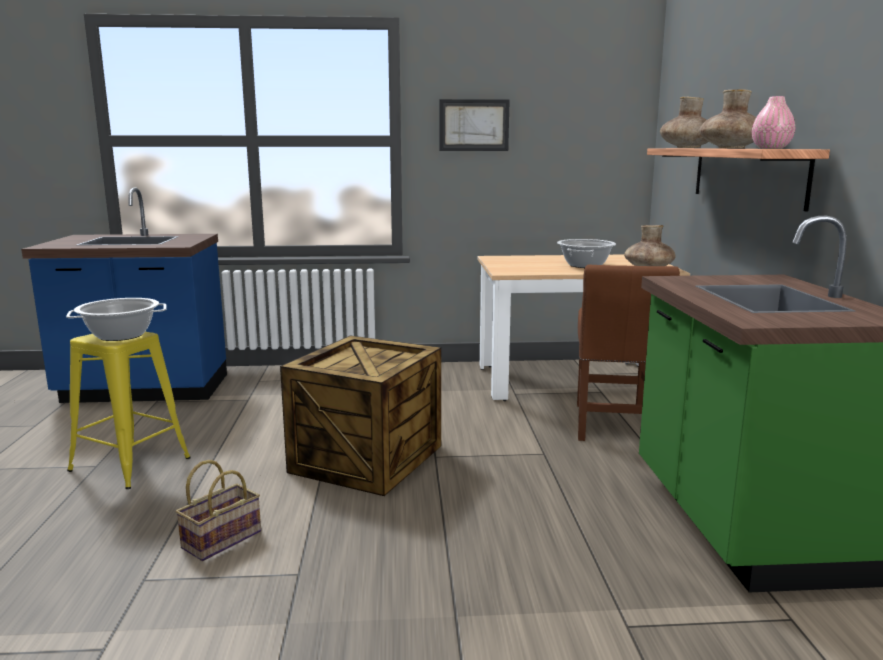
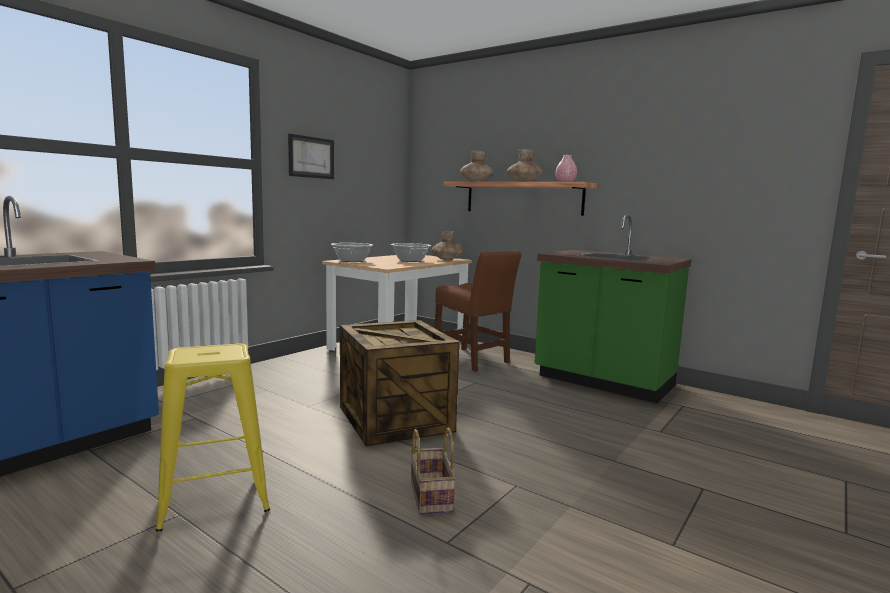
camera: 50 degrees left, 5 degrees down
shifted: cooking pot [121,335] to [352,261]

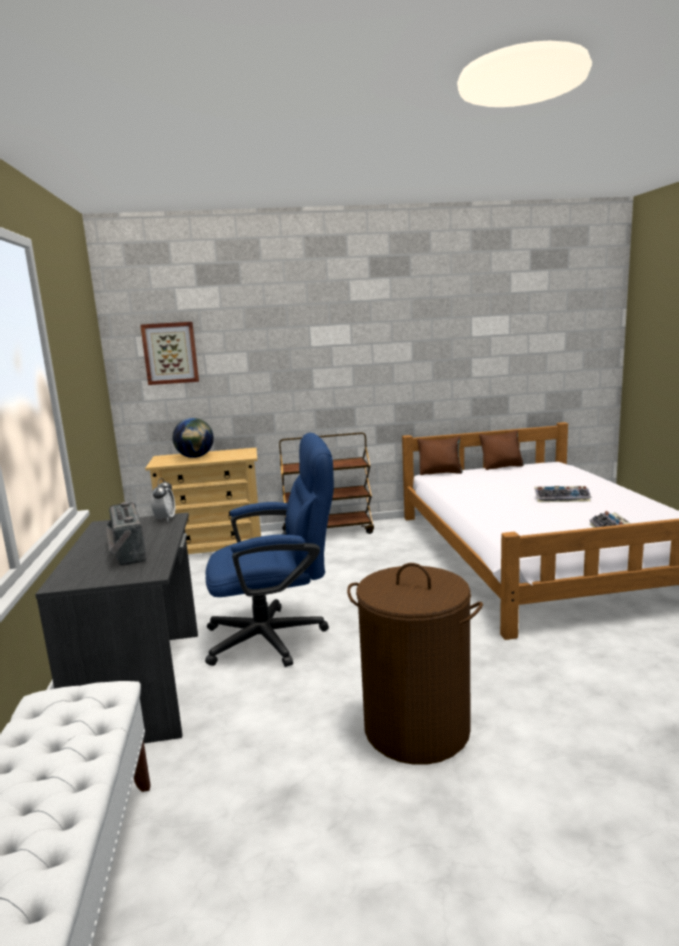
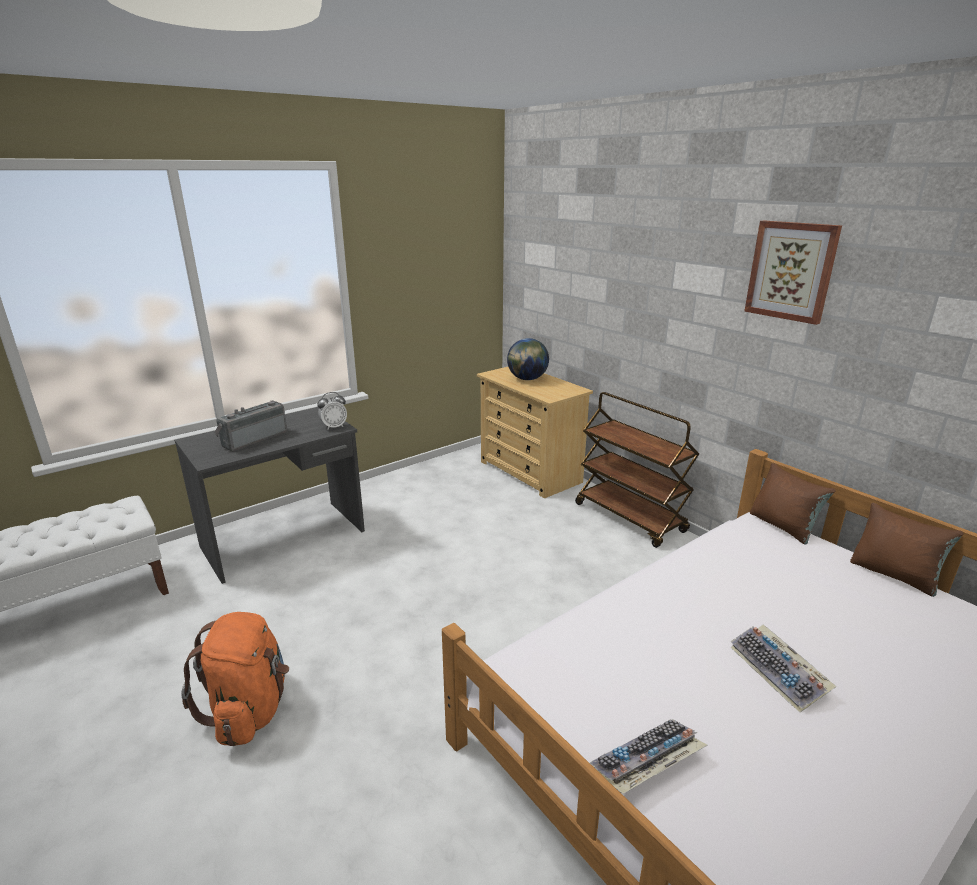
camera: 60 degrees right, 10 degrees up
gone: office chair (blue) [277,637]
shifted: picture [170,353] to [791,271]
swapped: laundry basket (brown) [416,729] to backpack (orange) [249,710]

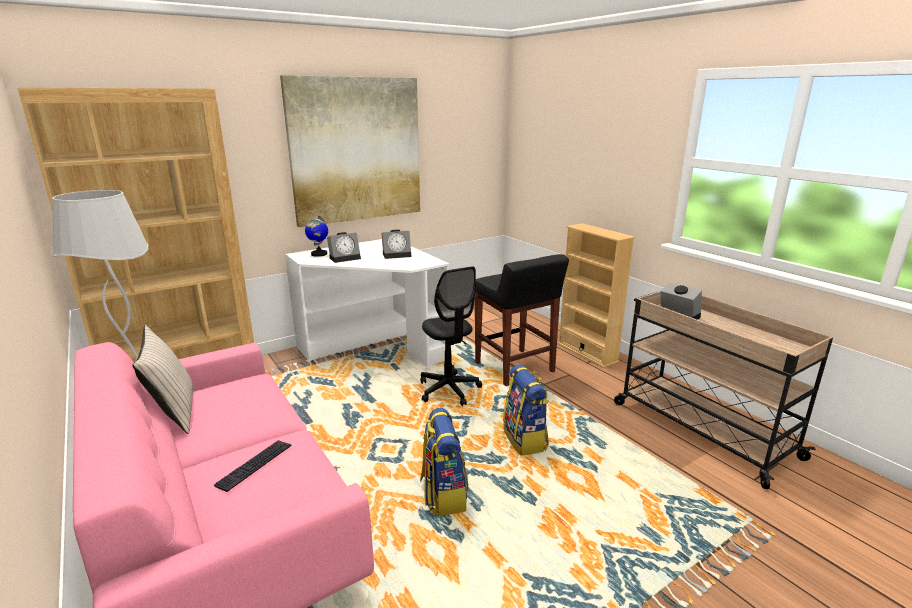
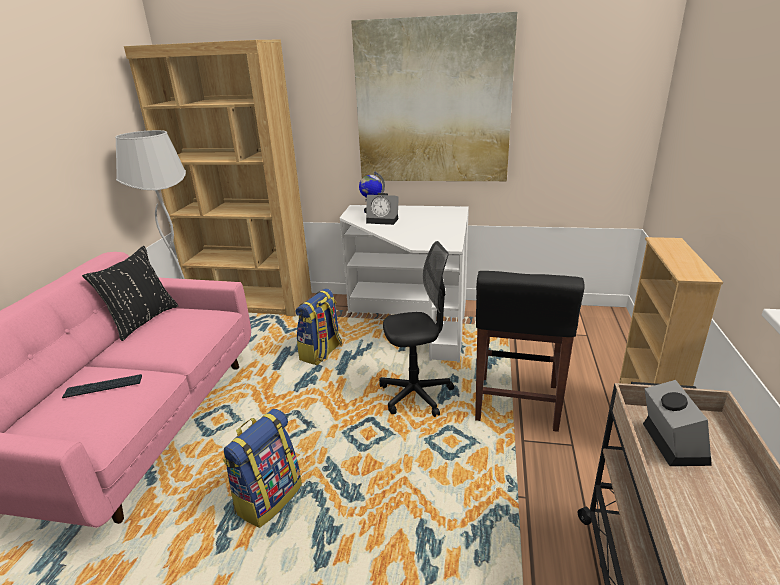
camera: 45 degrees right, 5 degrees up
gone: alarm clock [397,255]
shifted: backpack [525,439] to [321,353]
repainted: pillow (beige) [174,413] to pillow (black) [142,321]
rotated: office chair (black) [449,390] = [416,395] 120 degrees counterclockwise

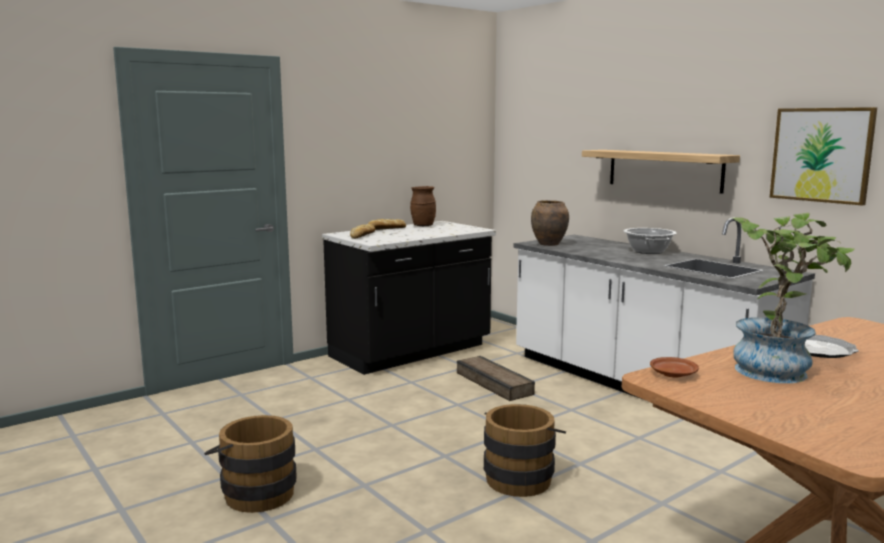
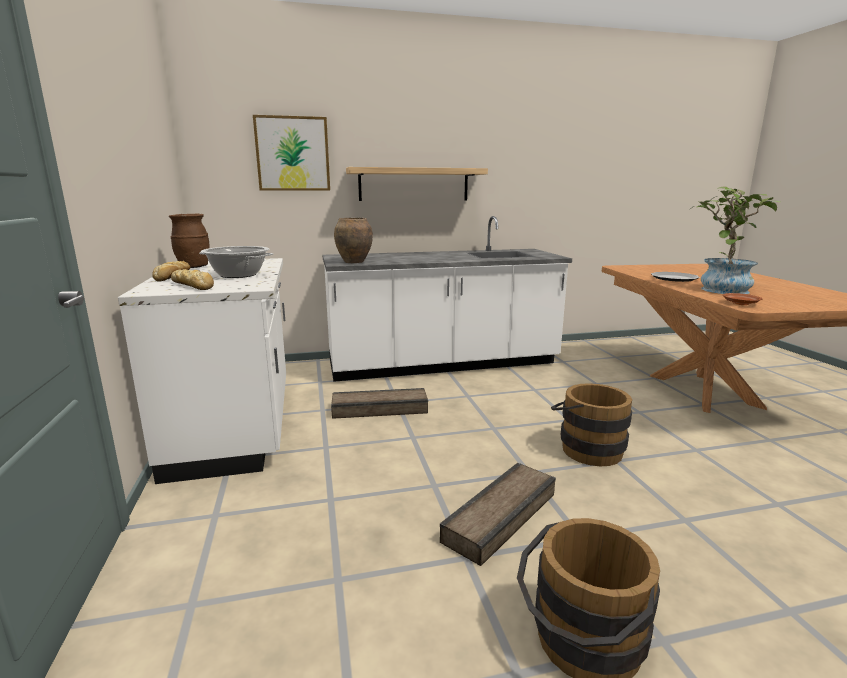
camera: 65 degrees left, 5 degrees up
new: crate [503,517]
shifted: cooking pot [648,251] to [238,275]; picture [821,155] to [292,154]
repainted: counter (black) [411,352] to counter (white) [236,426]

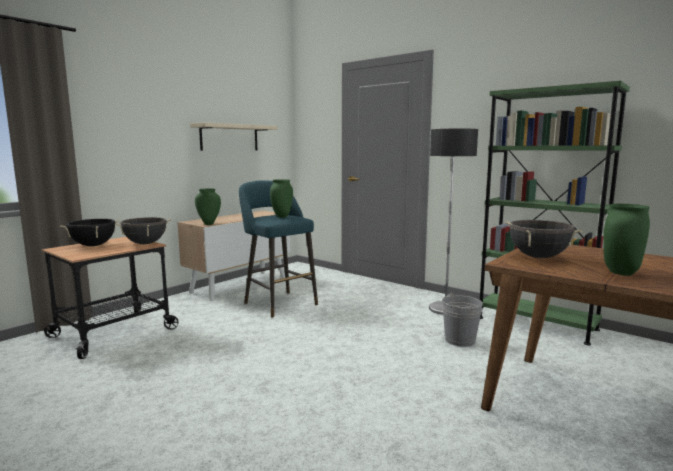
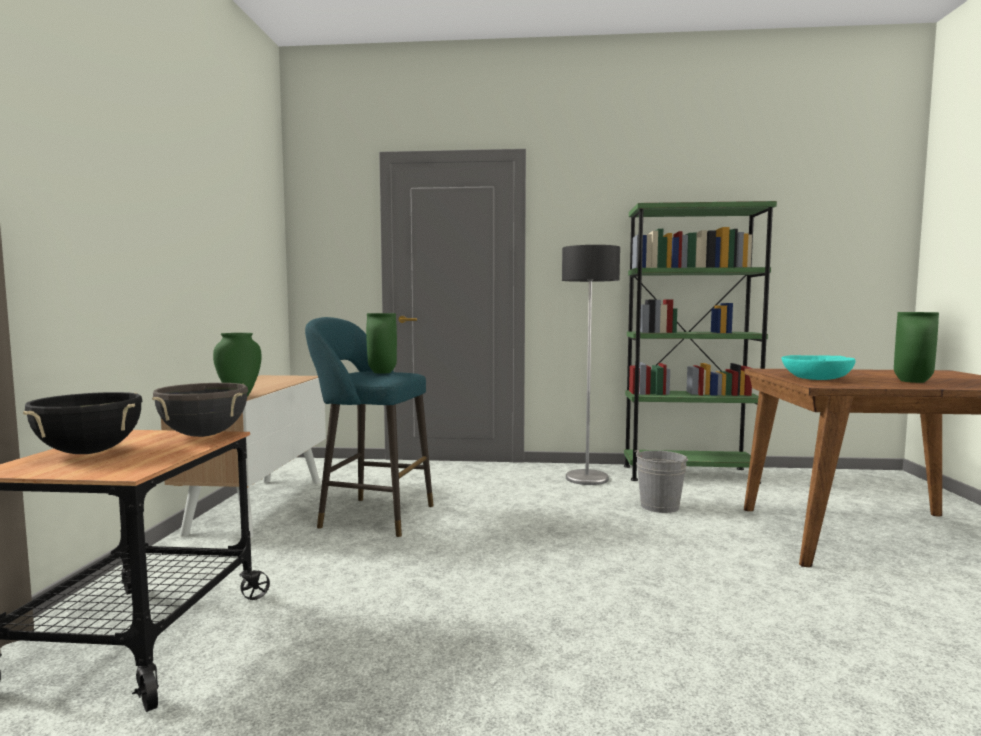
camera: 35 degrees left, 5 degrees down
gone: shelf (beige) [229,137]
swapped: cooking pot (black) [538,257] to bowl (turquoise) [816,378]

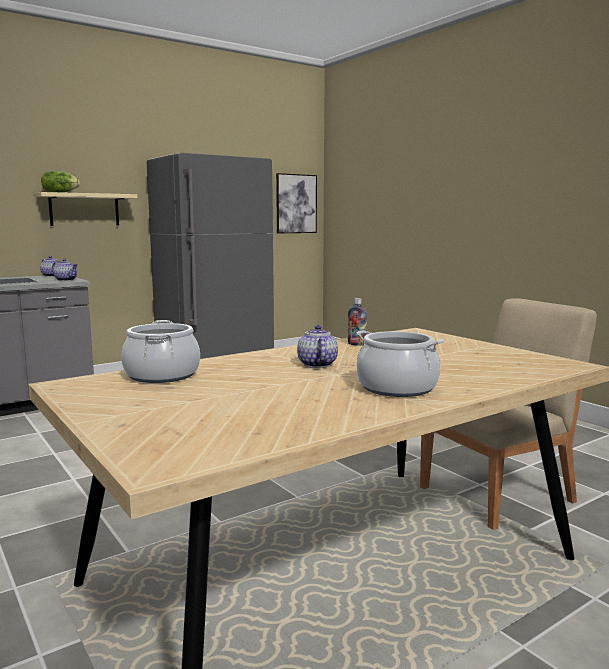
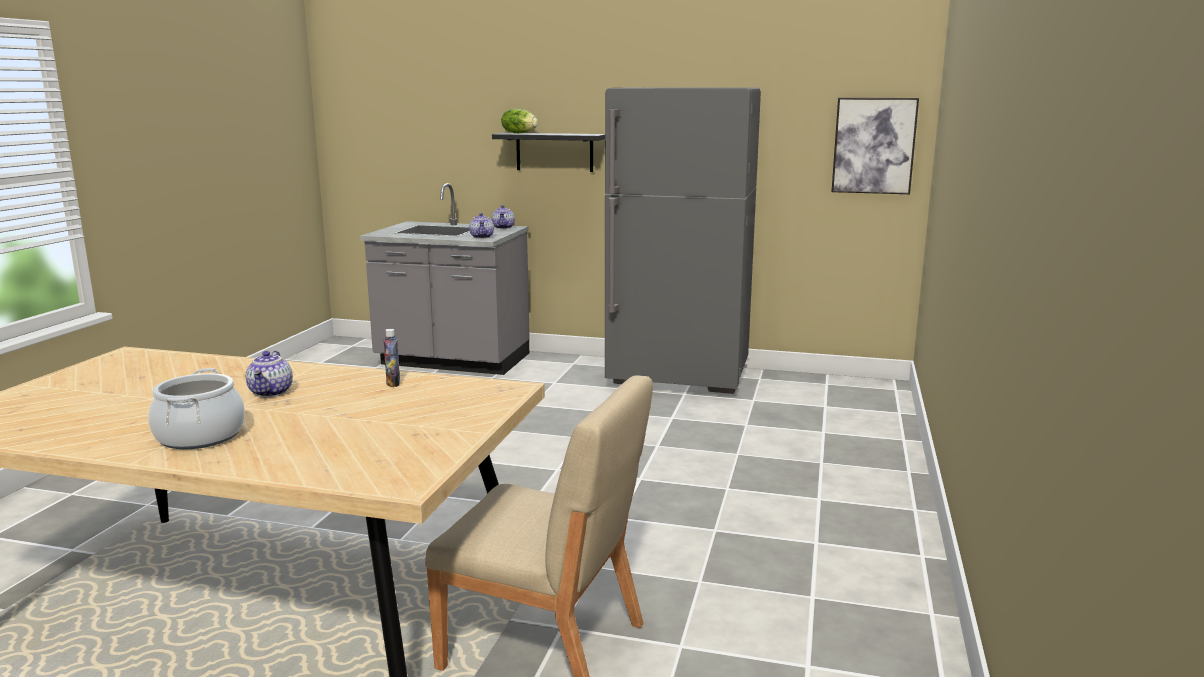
camera: 50 degrees right, 5 degrees up
gone: cooking pot [161,375]
repainted: shelf (beige) [84,210] to shelf (black) [554,152]
rotated: teapot [316,364] = [272,392] 135 degrees clockwise

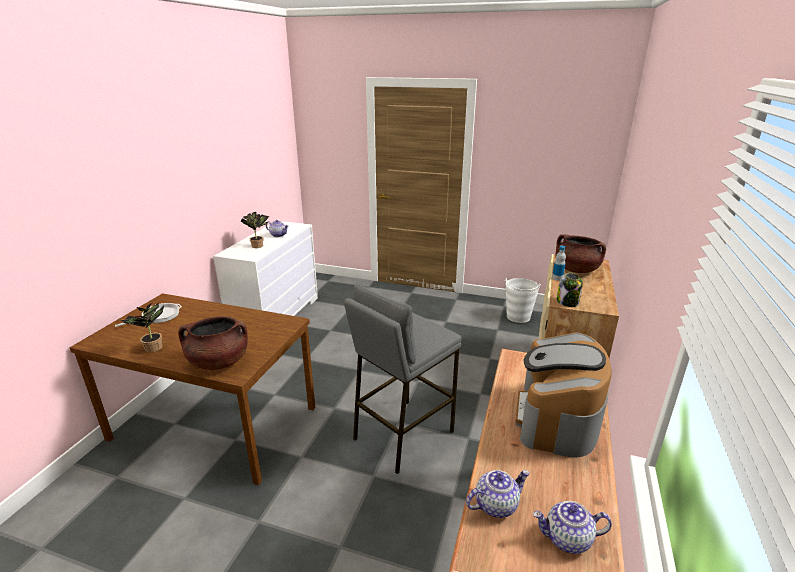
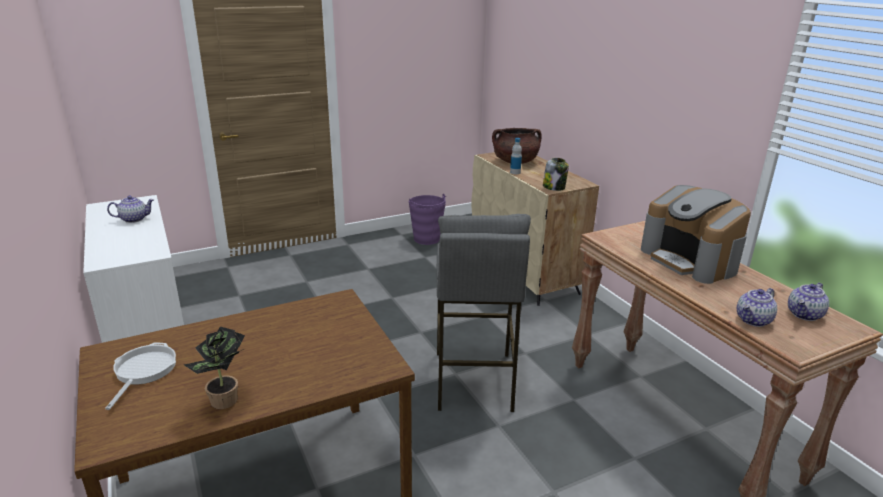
camera: 45 degrees left, 0 degrees up
gone: cooking pot (brown) [218,362]; potted plant [258,245]
repainted: bucket (white) [518,317] to bucket (purple) [426,239]
rotated: teapot [496,504] = [753,320] 150 degrees counterclockwise

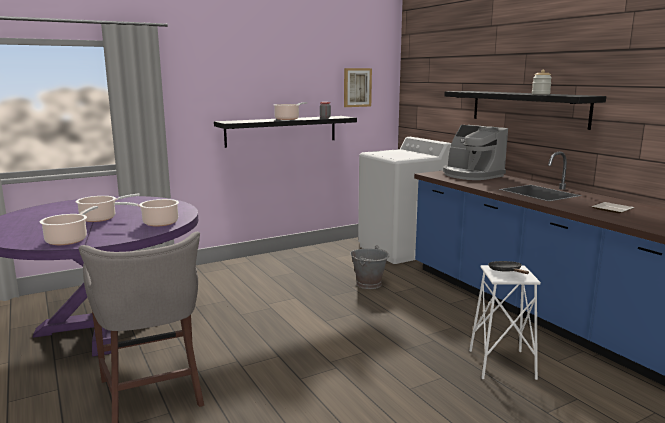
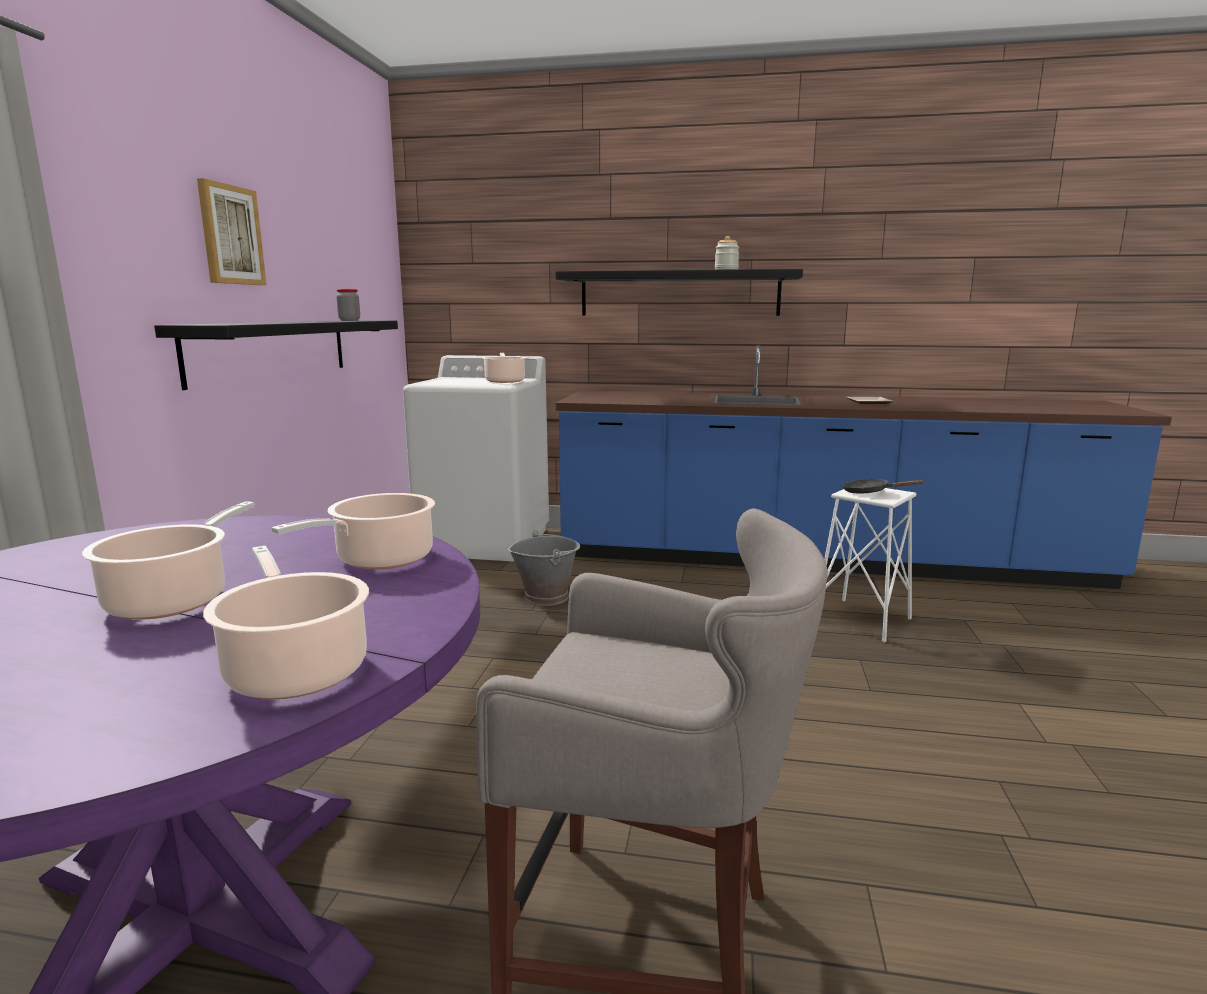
camera: 50 degrees left, 0 degrees up
gone: coffee machine [471,175]
shifted: cooking pot [288,119] to [505,381]; picture [357,87] to [230,235]

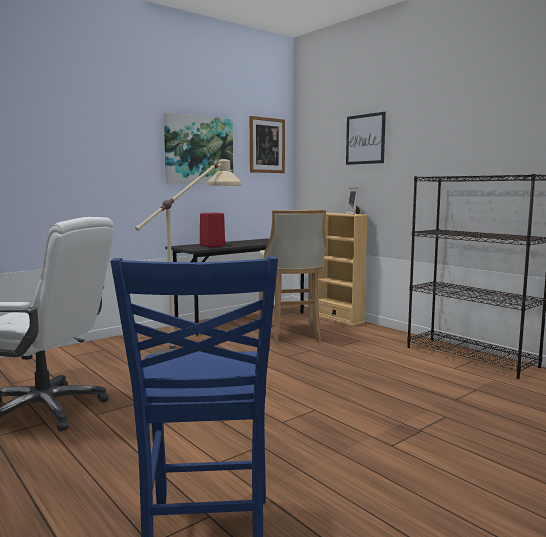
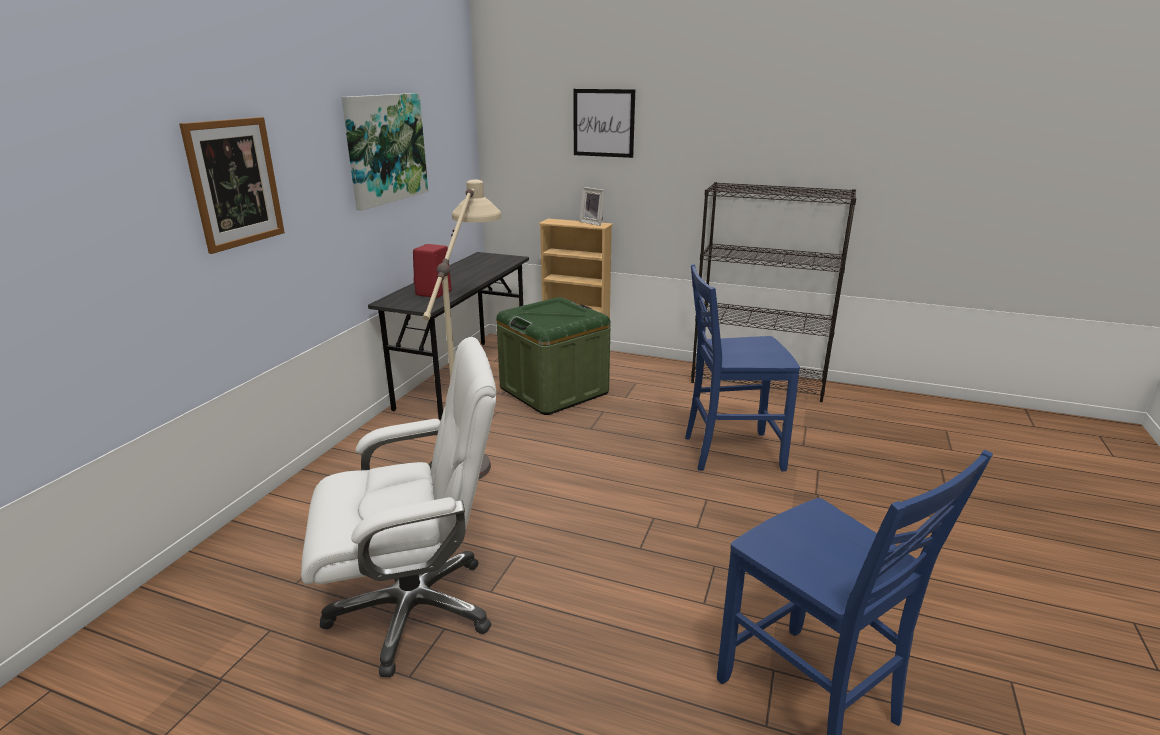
camera: 30 degrees left, 15 degrees up
new: chair (blue) [730,452]
shifted: picture [267,145] to [235,183]
swapped: stool (beige) [291,334] to storage box (green) [554,390]

